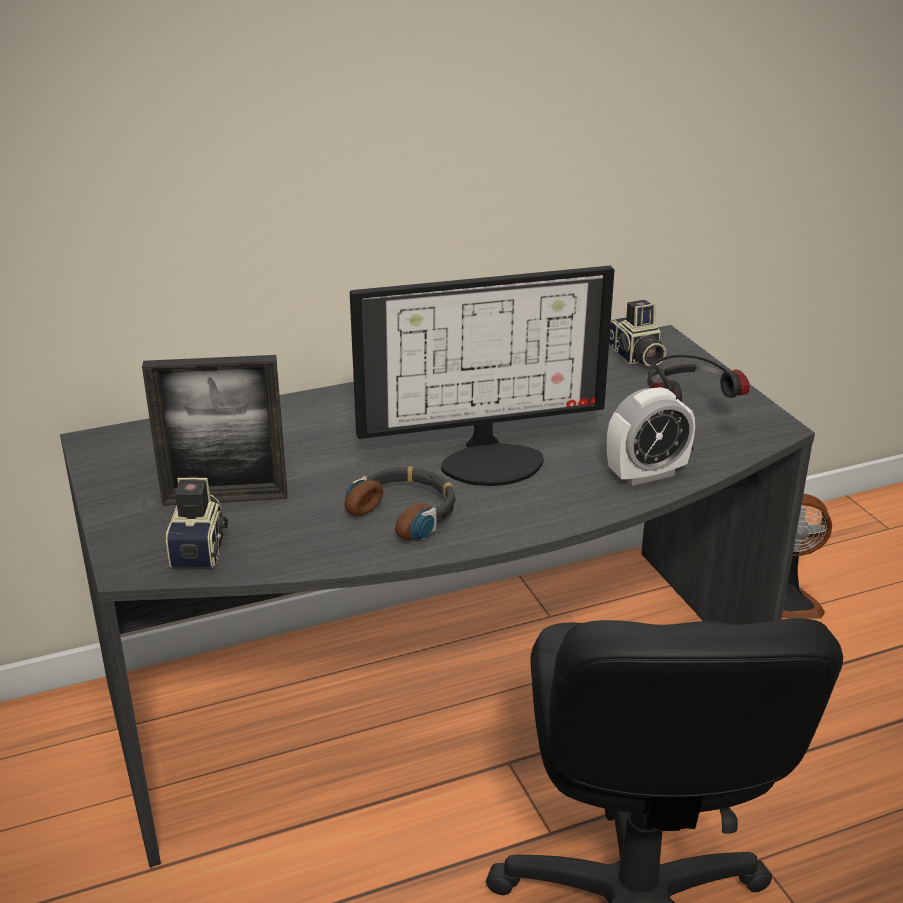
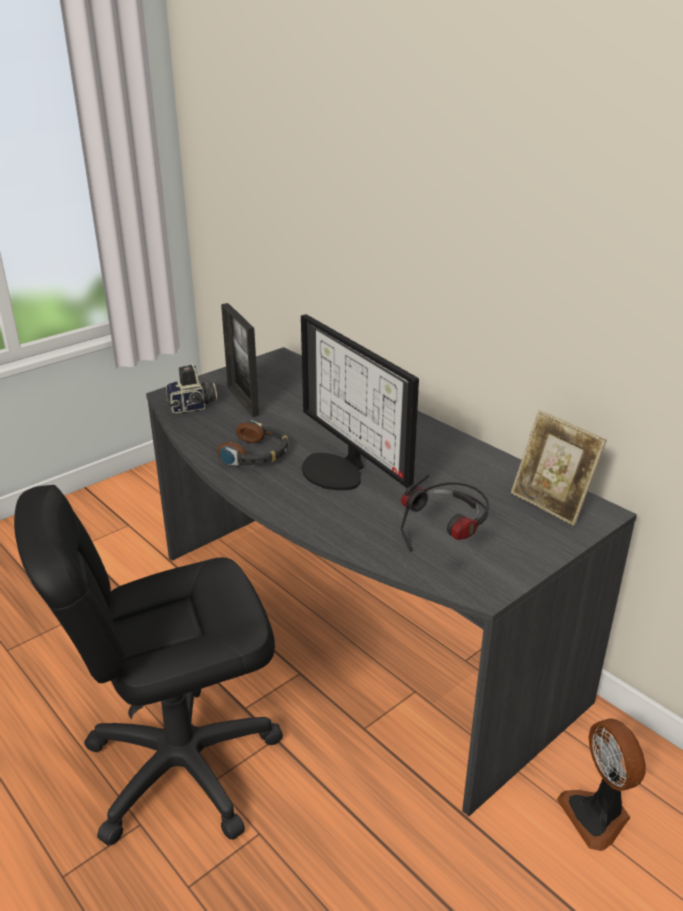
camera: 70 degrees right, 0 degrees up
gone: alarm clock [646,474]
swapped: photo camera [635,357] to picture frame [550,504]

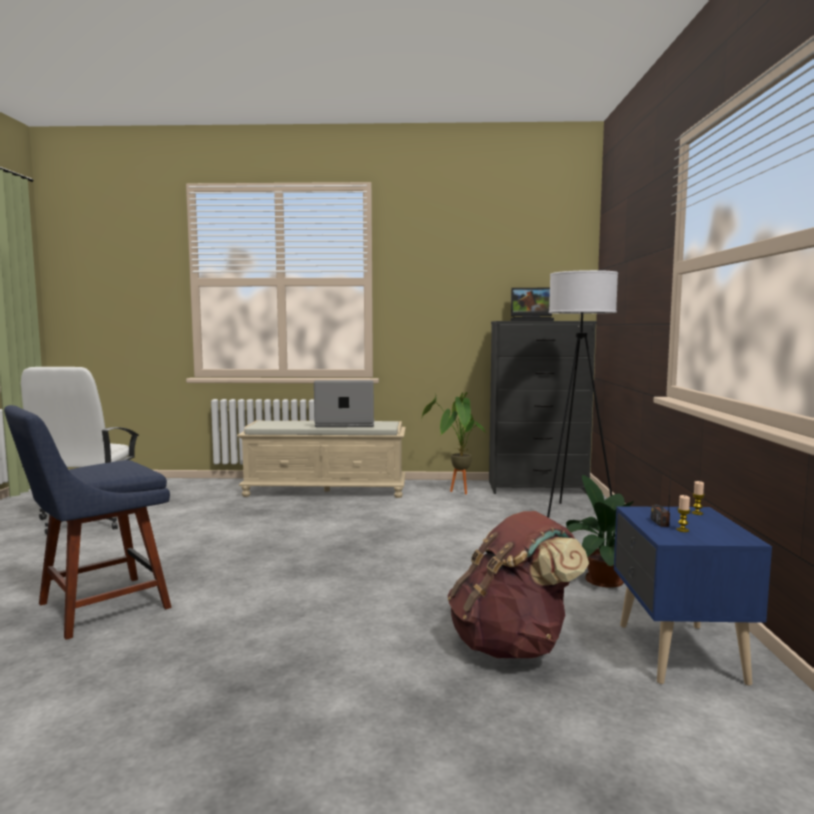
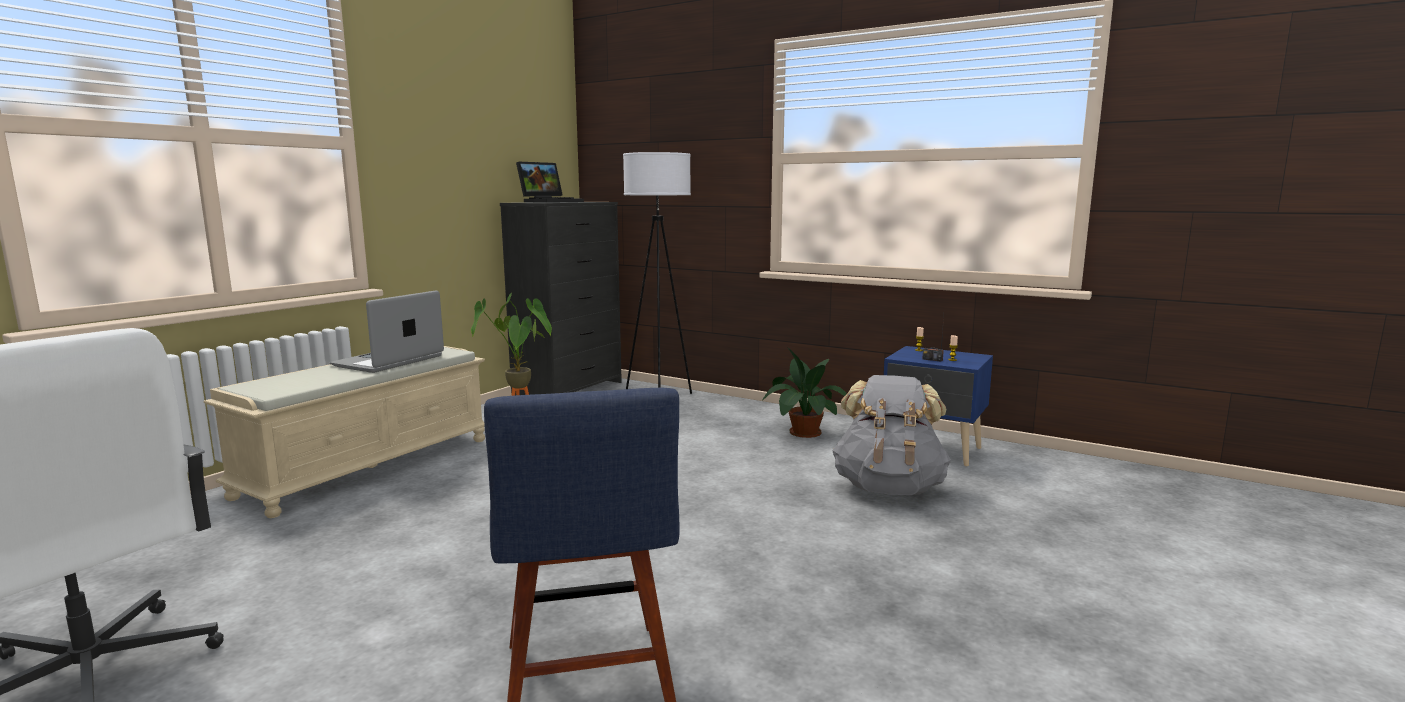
camera: 60 degrees left, 5 degrees up
repainted: backpack (brown) [512,645] to backpack (grey) [888,488]

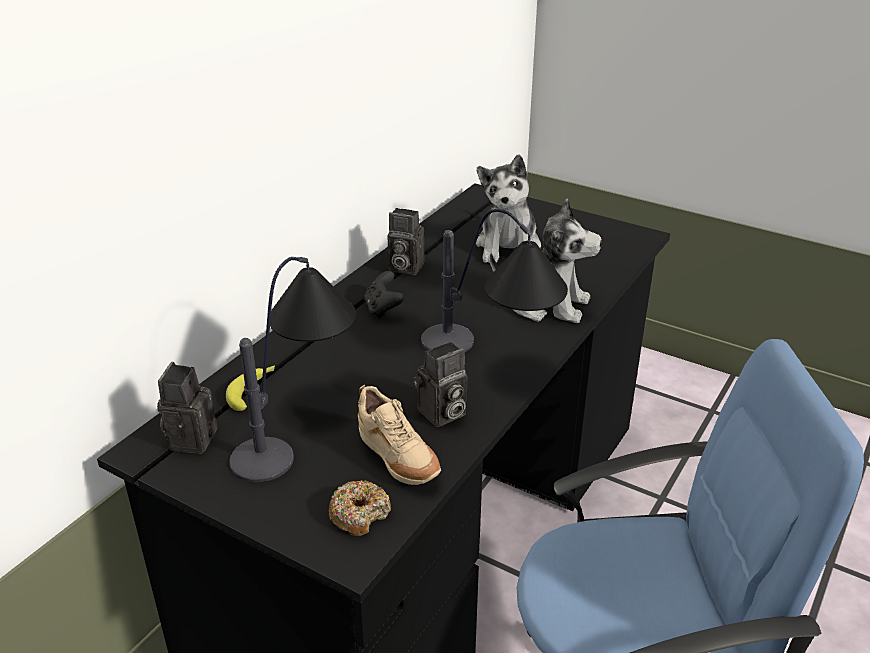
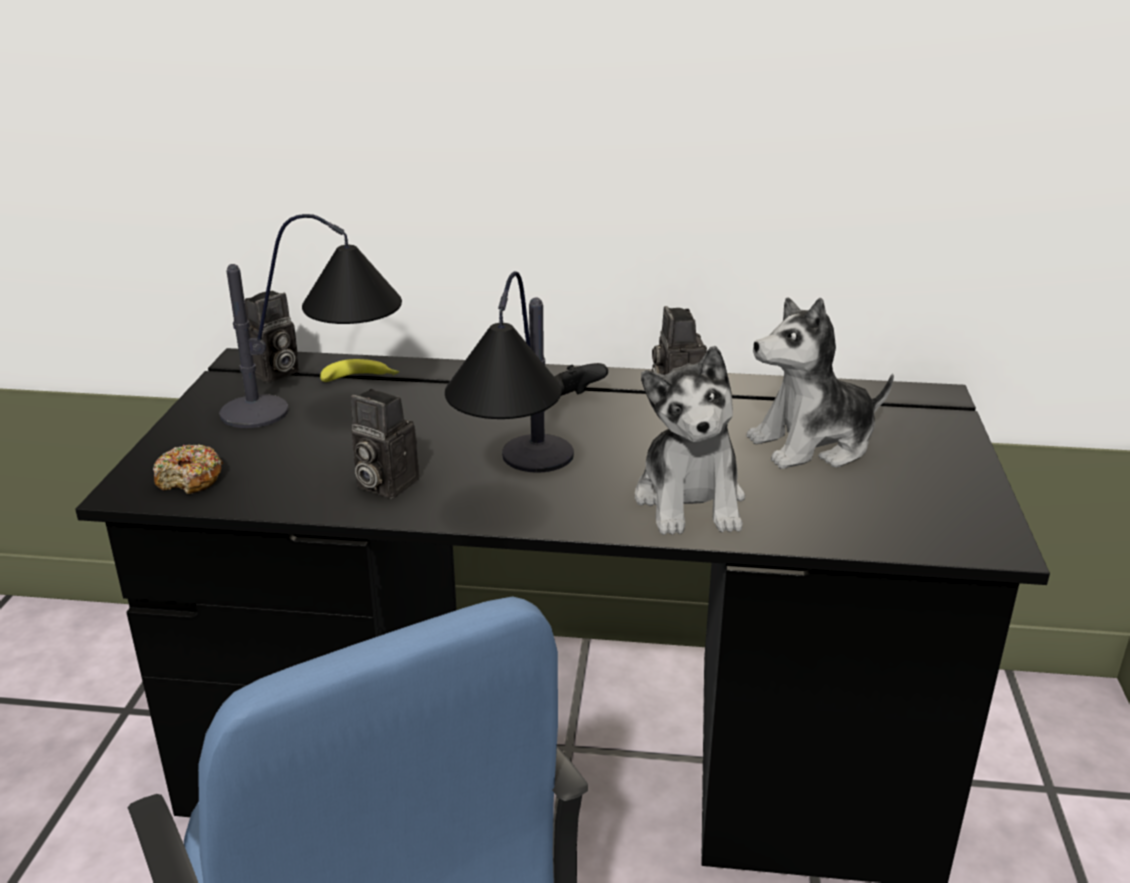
camera: 65 degrees right, 5 degrees down
gone: shoe (beige) [397,460]
rotated: photo camera [191,437] = [272,374] 150 degrees clockwise

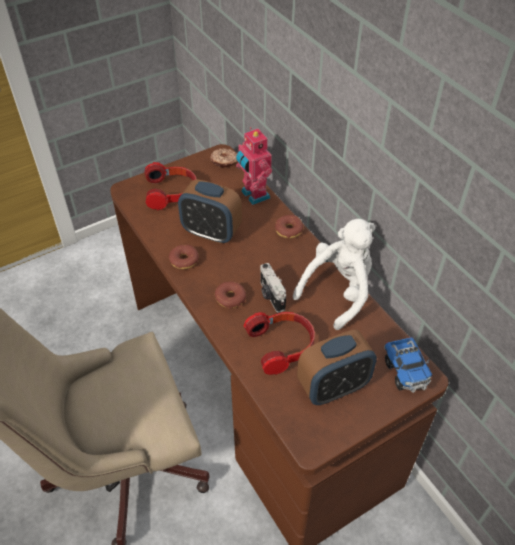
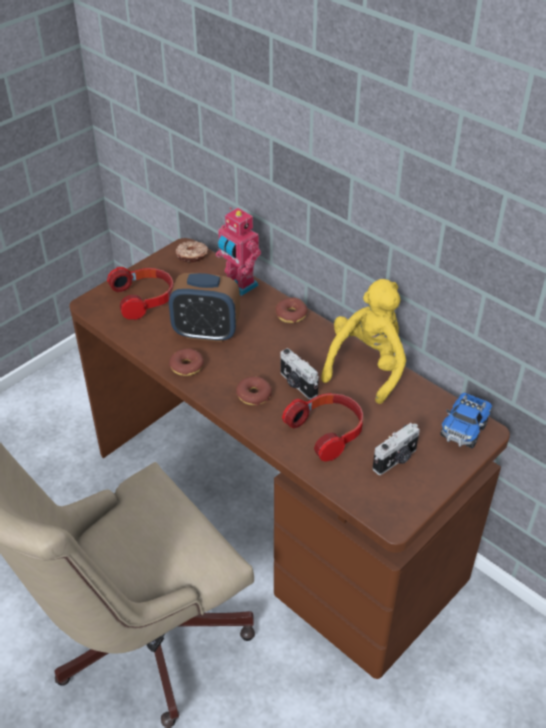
camera: 15 degrees left, 5 degrees down
swapped: alarm clock [333,387] to photo camera [396,460]
repainted: plush toy (white) [338,291] to plush toy (yellow) [367,366]
rotated: toy truck [405,371] = [463,430] 60 degrees clockwise

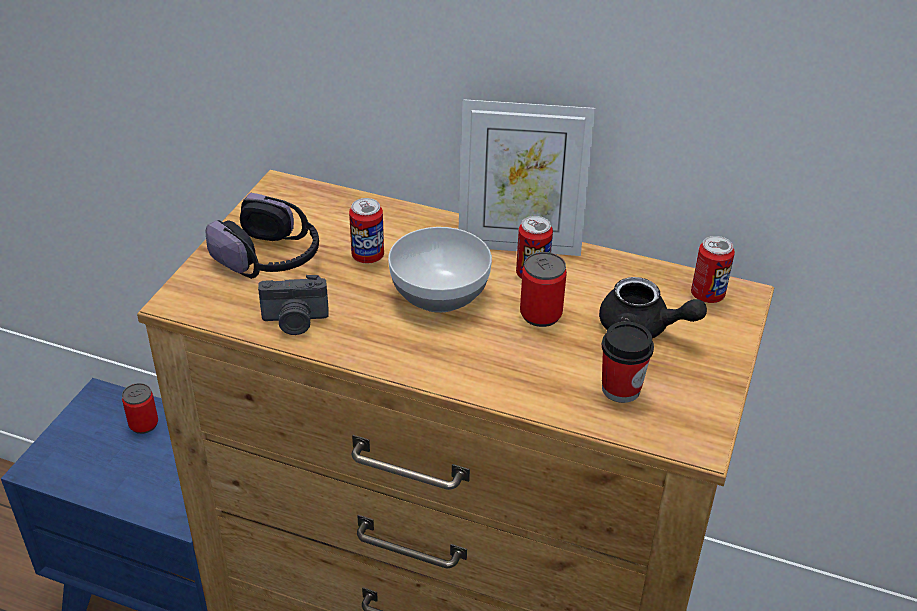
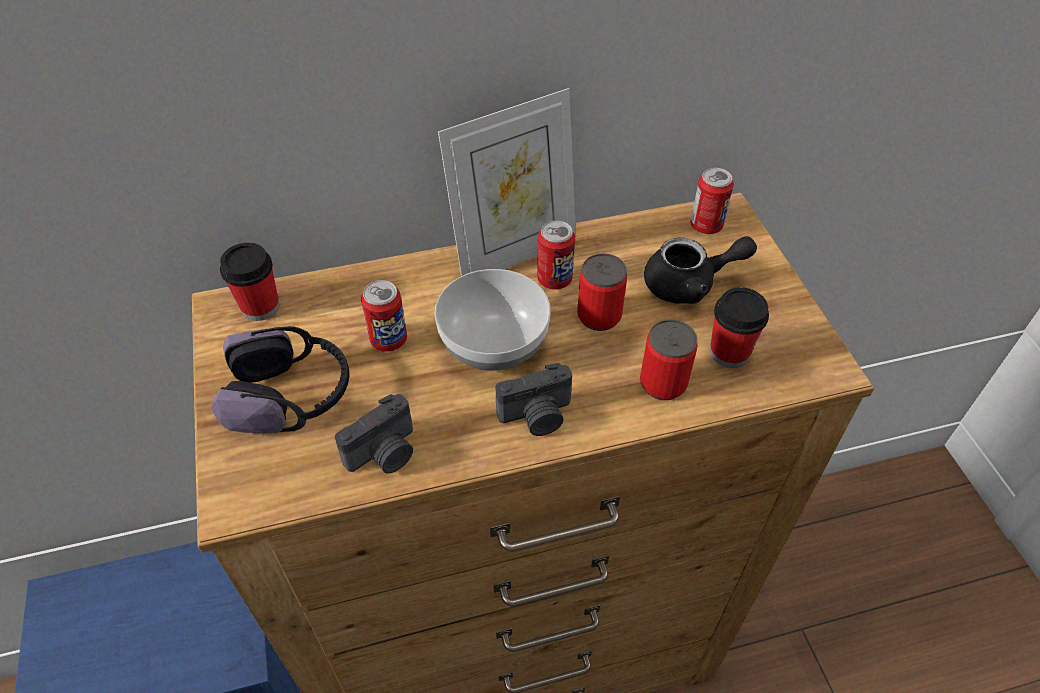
camera: 35 degrees left, 10 degrees up
new: cup [260,307]; photo camera [537,417]
shifted: can [143,424] to [663,383]

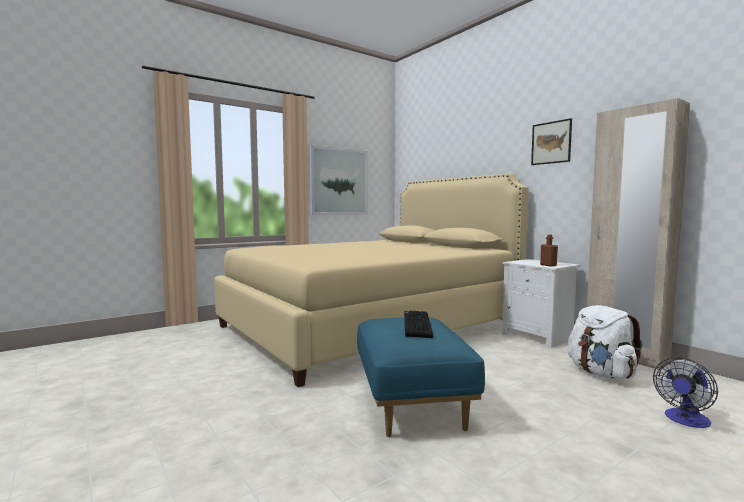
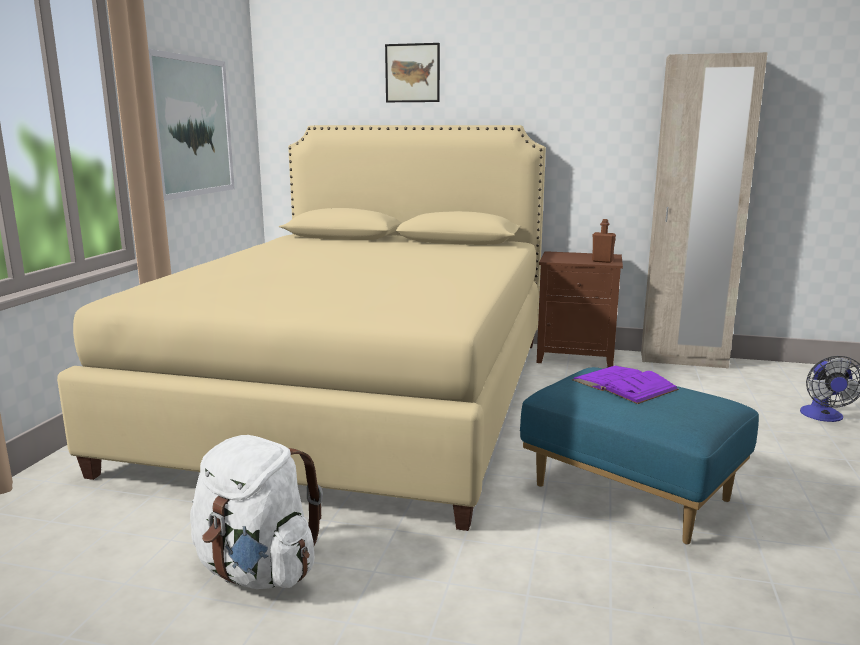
camera: 40 degrees left, 10 degrees up
shifted: picture [551,142] to [412,73]; backpack (white) [601,373] to [257,570]
swapped: keyboard [415,325] to book (purple) [624,385]
repainted: nightstand (white) [539,336] to nightstand (brown) [577,356]

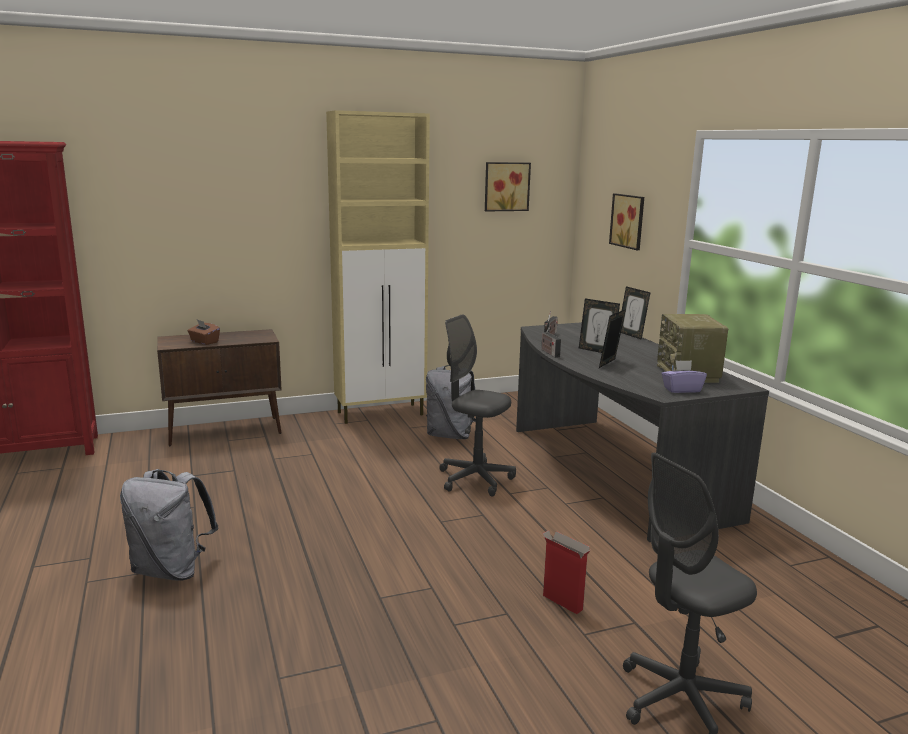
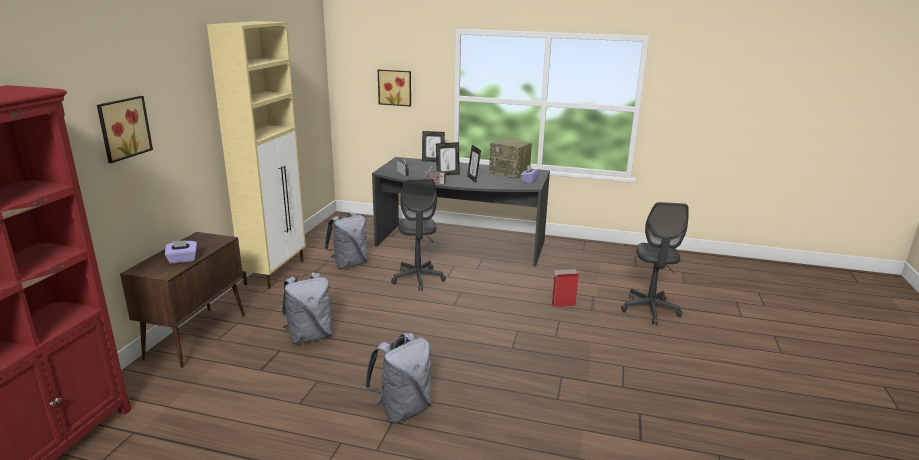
camera: 55 degrees left, 5 degrees up
new: backpack (grey) [309,336]
shifted: picture [506,186] to [122,128]
repainted: tissue box (brown) [204,342] to tissue box (purple) [182,260]
rotated: office chair (grey) [475,479] = [418,279] 75 degrees counterclockwise

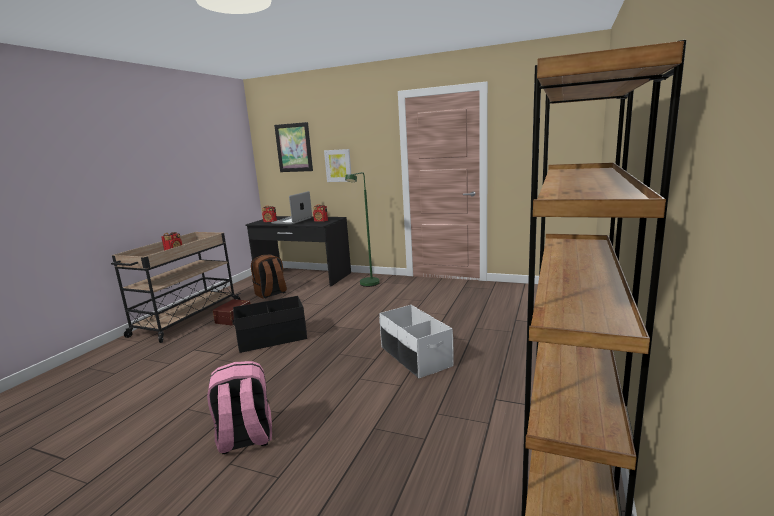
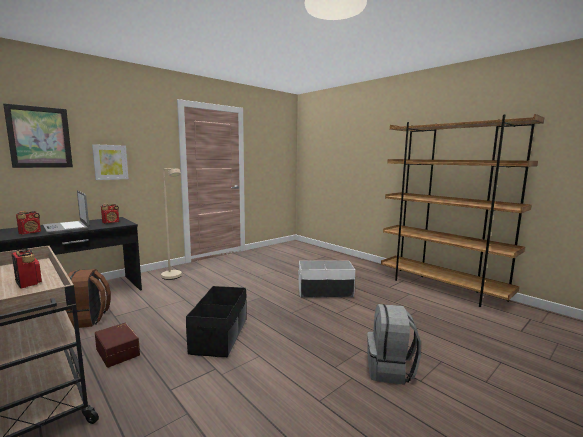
camera: 65 degrees left, 5 degrees down
repainted: backpack (pink) [245,439] to backpack (grey) [390,370]; floor lamp (green) [367,285] to floor lamp (beige) [173,277]

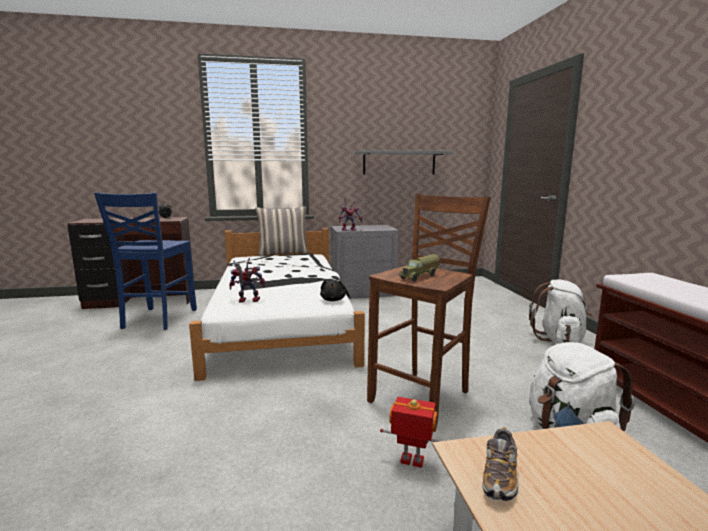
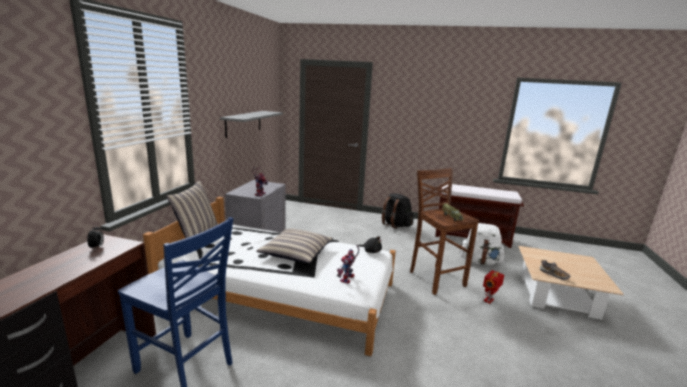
camera: 65 degrees left, 5 degrees up
new: pillow [296,252]
repainted: backpack (white) [559,339] to backpack (black) [395,225]

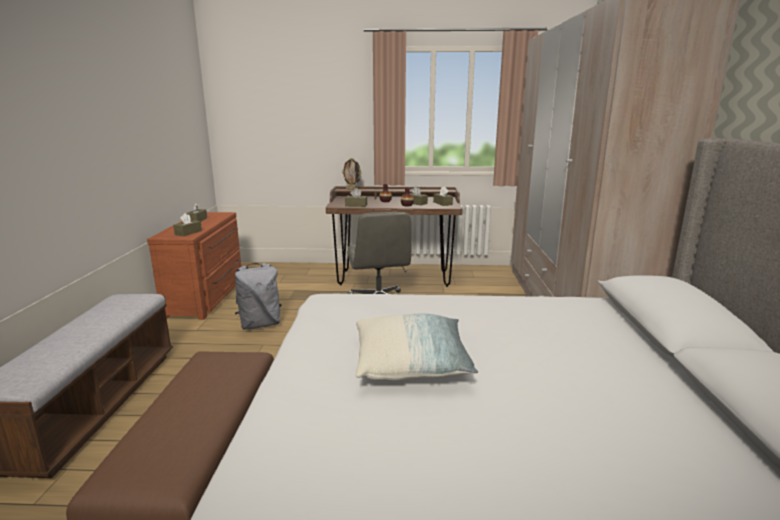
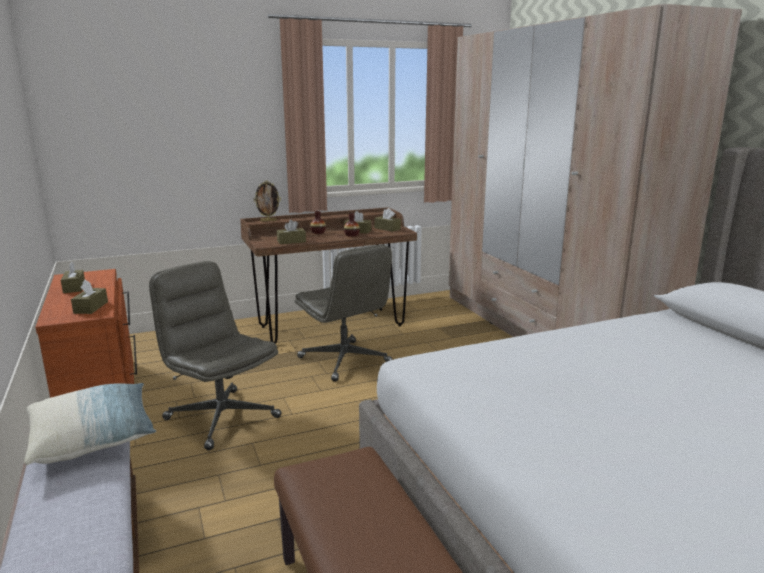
camera: 25 degrees left, 0 degrees up
shifted: pillow [411,364] to [93,438]
swapped: backpack (grey) [260,324] to office chair (grey) [221,418]

